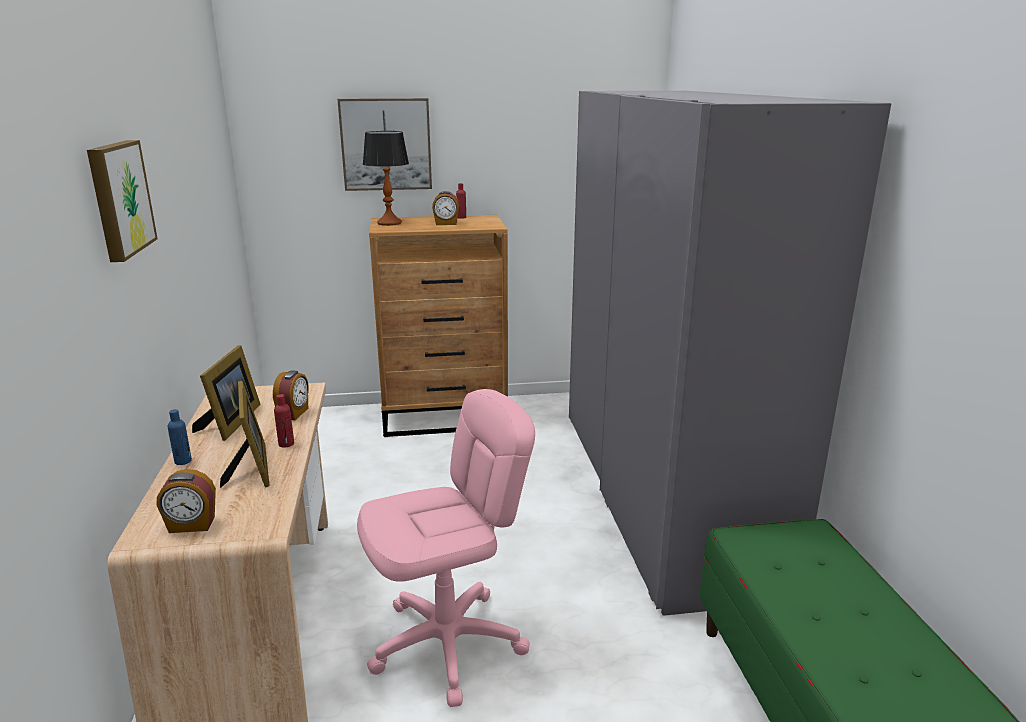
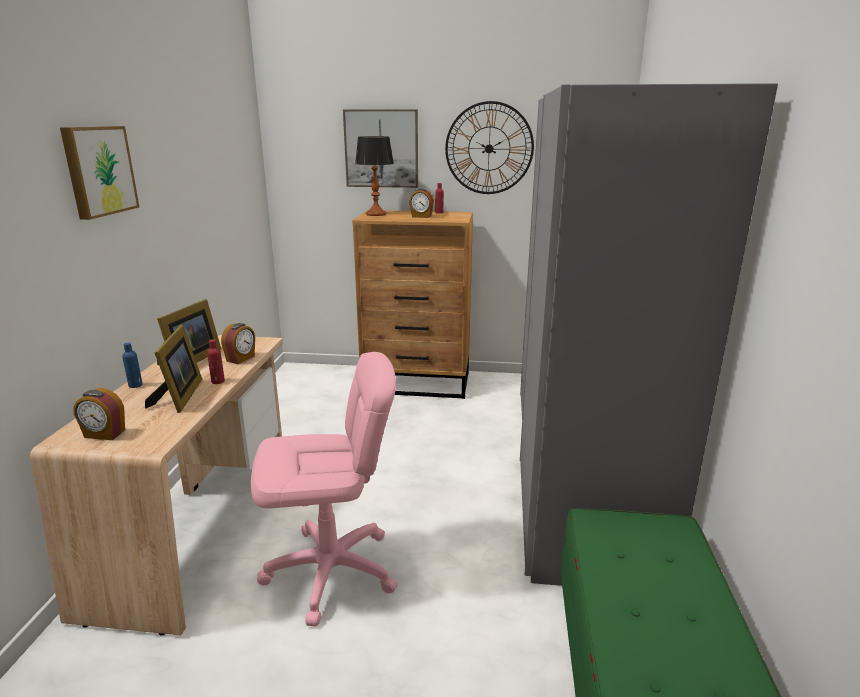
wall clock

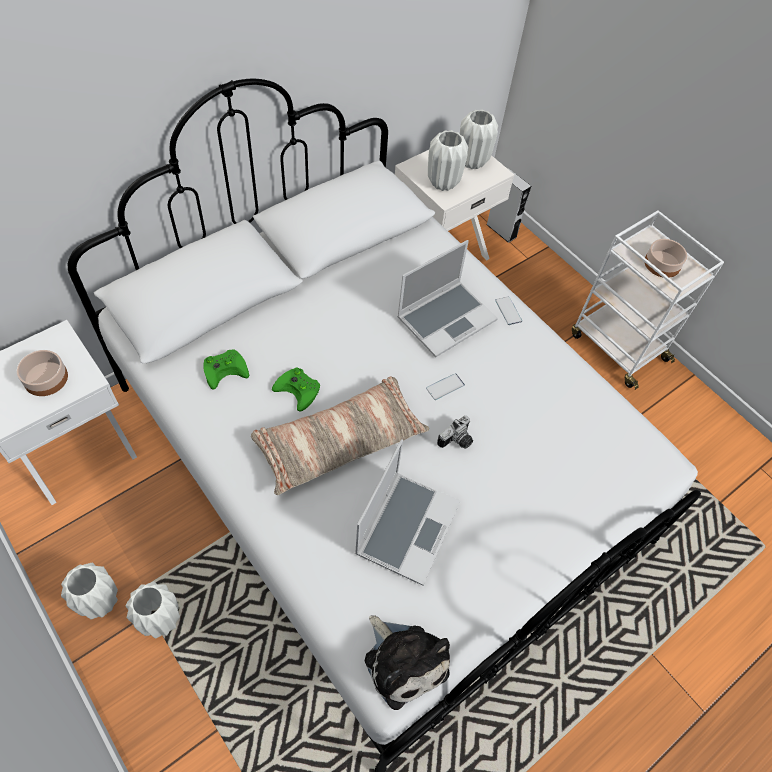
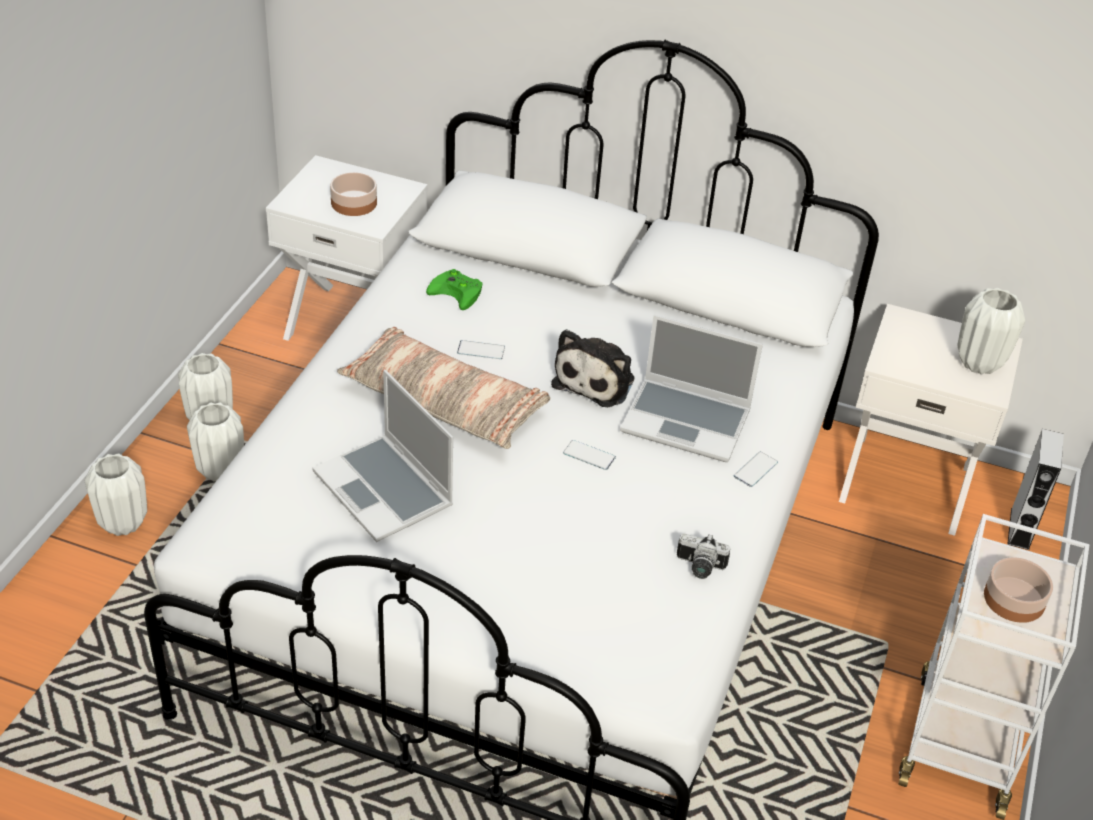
white decorative vase (1st from left)
handset (1st from left)
still camera
laptop (1st from left)
cuddly toy

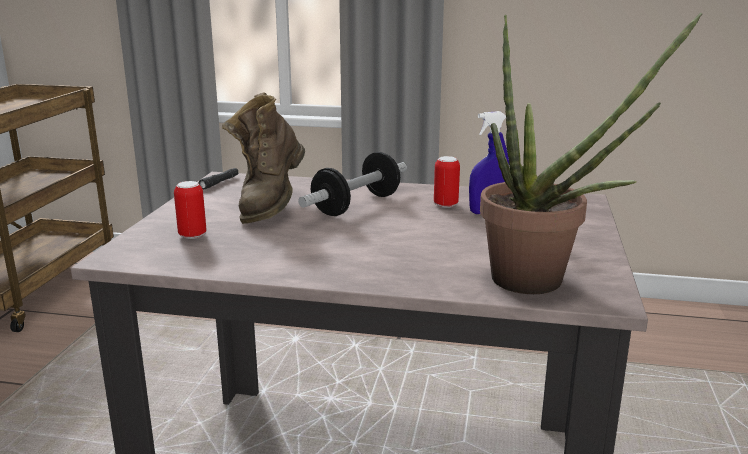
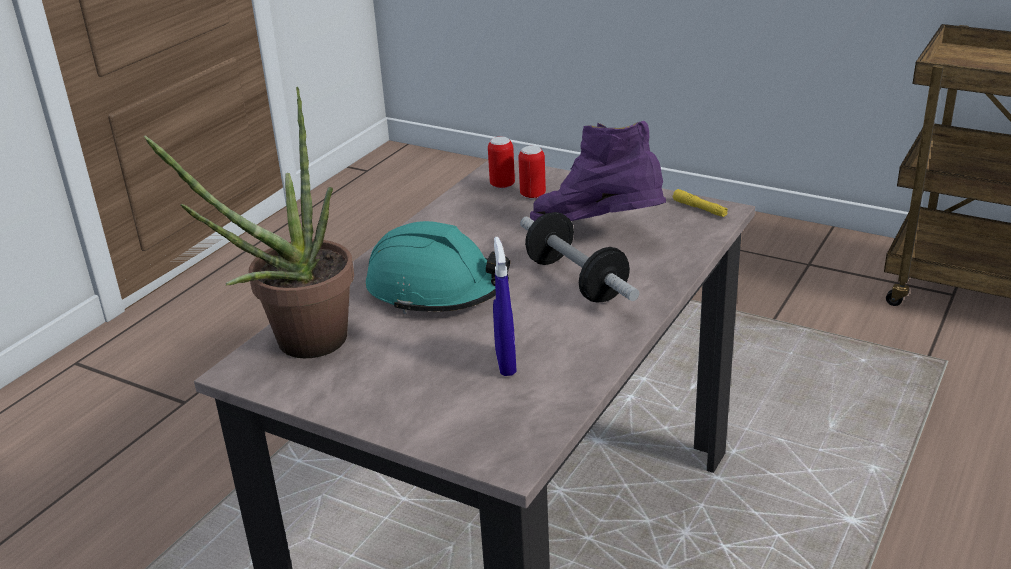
purple-coloured boot
can (1st from left)
yellow torch
turquoise-coloured safety helmet

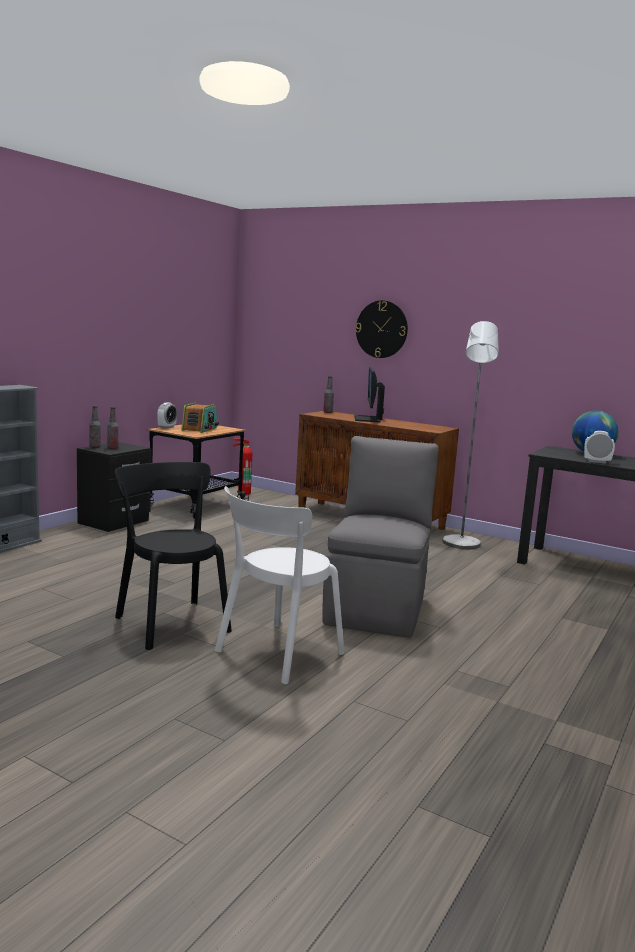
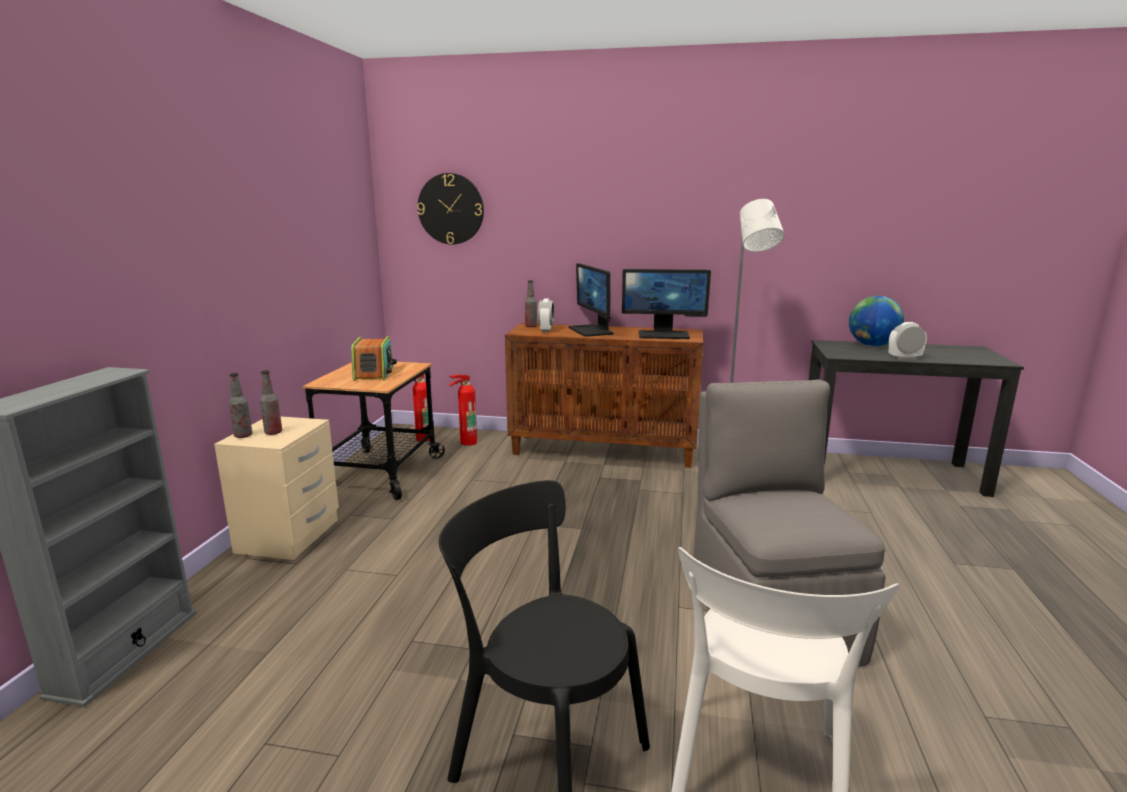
wall clock
bedside clock (1st from left)
sand-coloured nightstand
computer screen (2nd from left)
extinguisher (2nd from left)

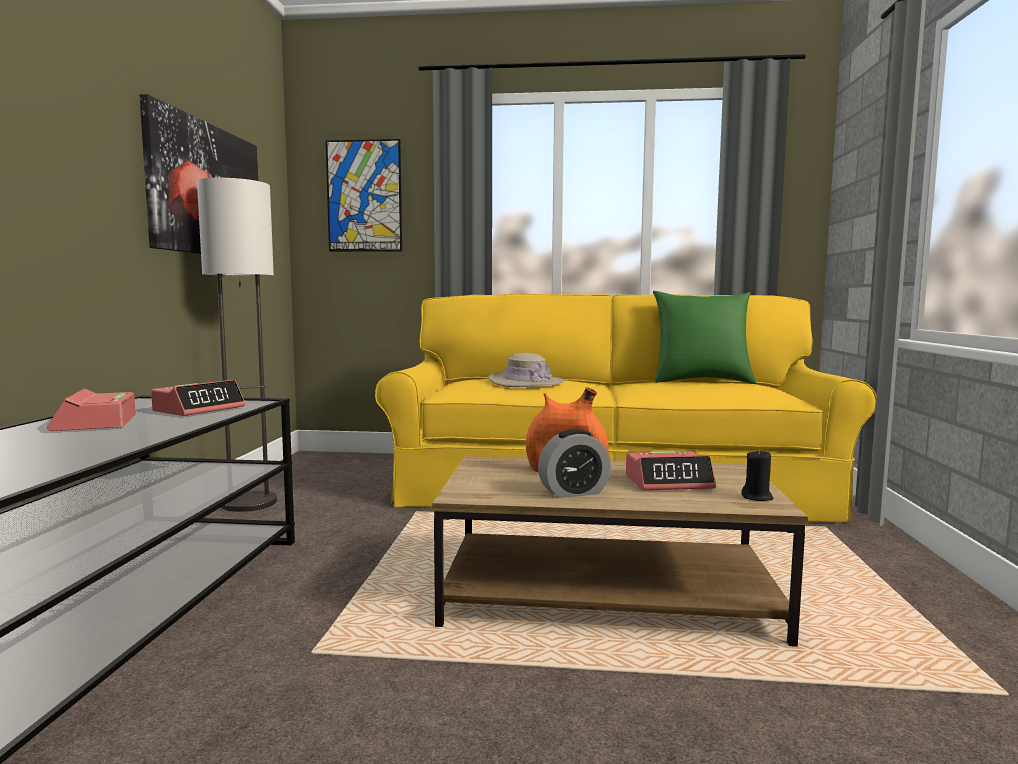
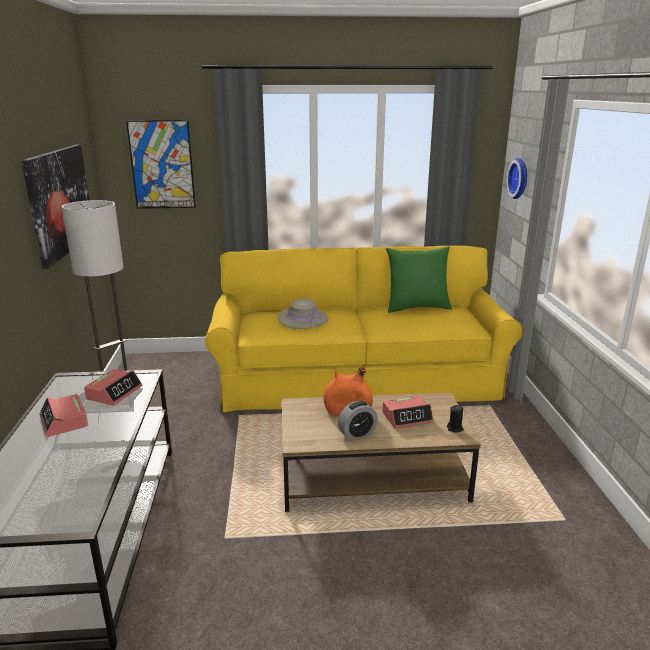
wall clock

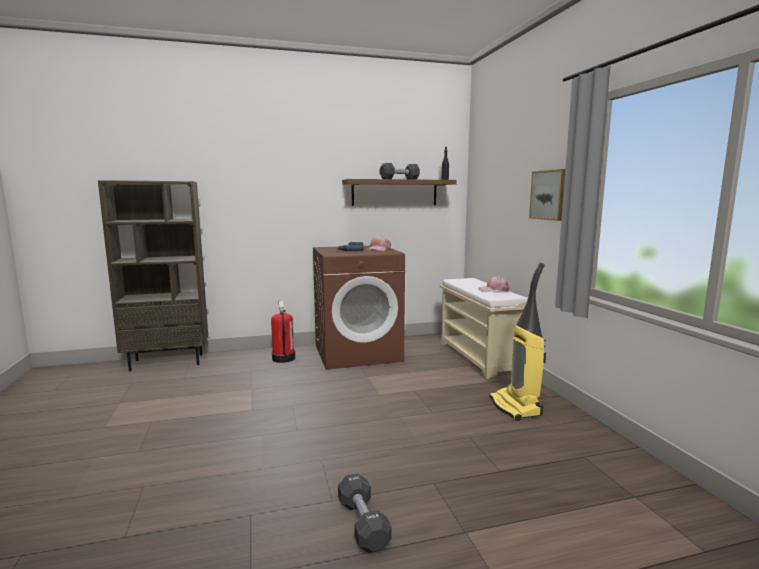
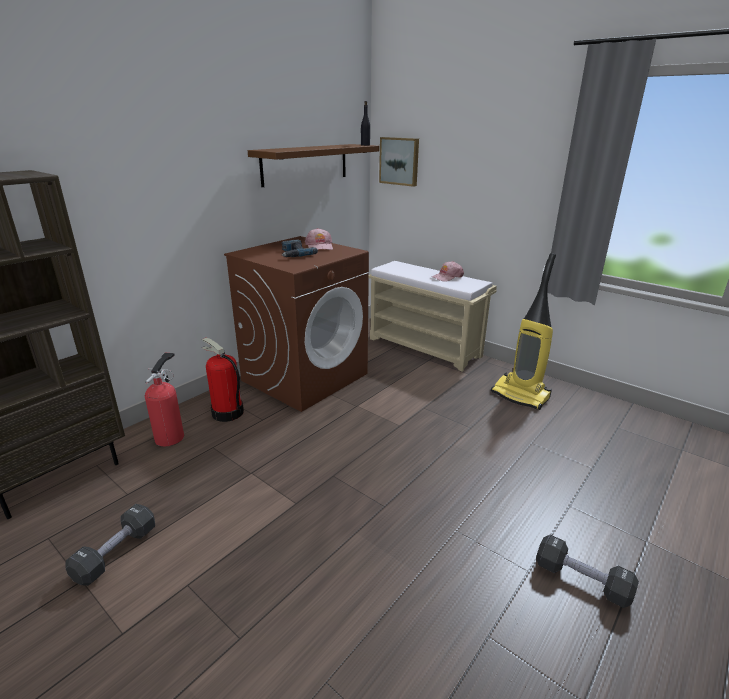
black hand weight (1st from left)
picture
extinguisher (1st from left)

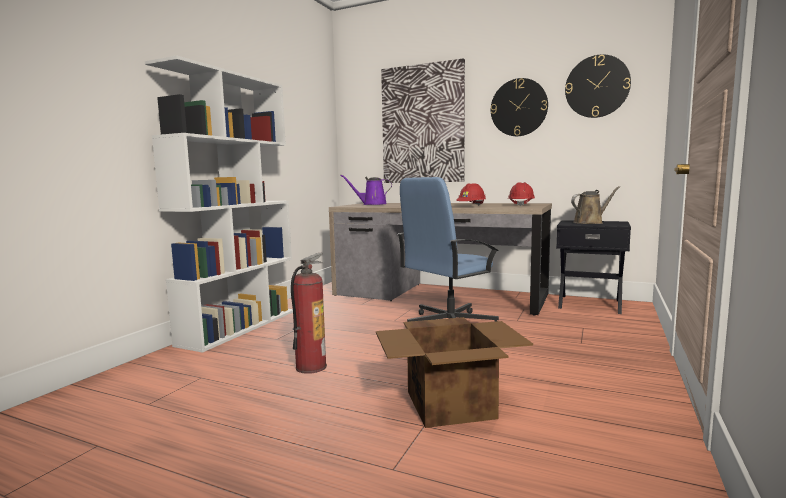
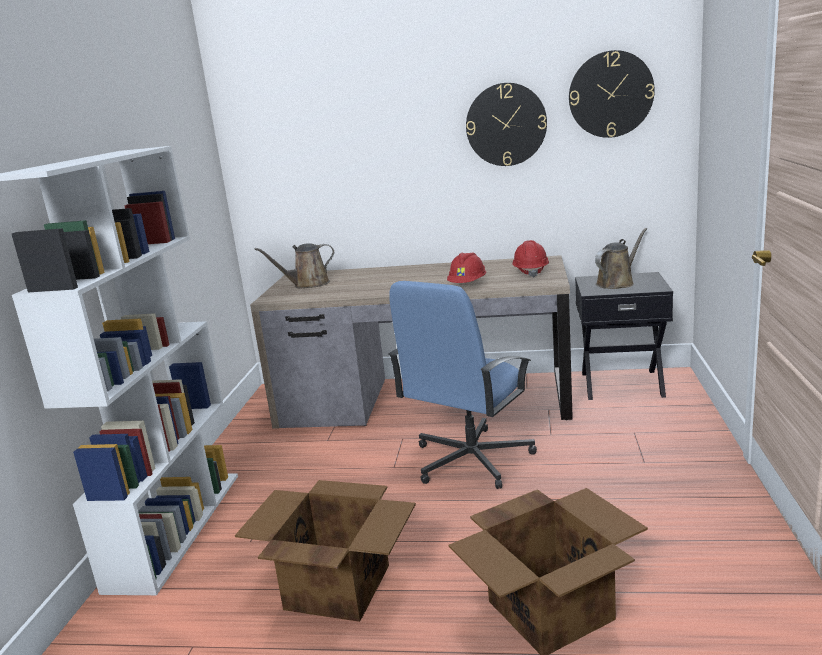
picture
brown-coloured watering can (1st from left)
packing box (1st from left)

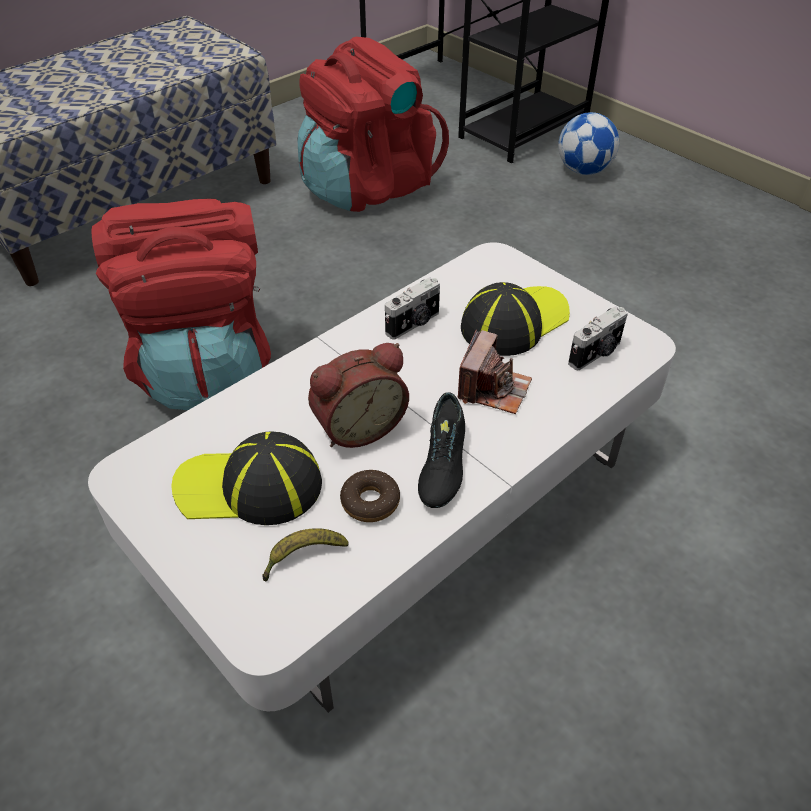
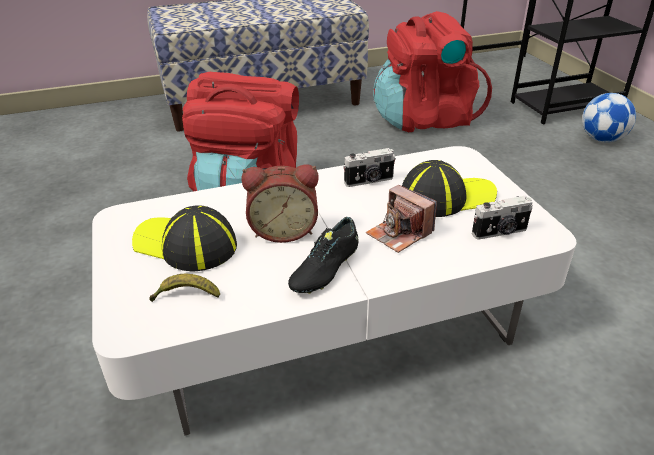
still camera (2nd from left)
ring doughnut

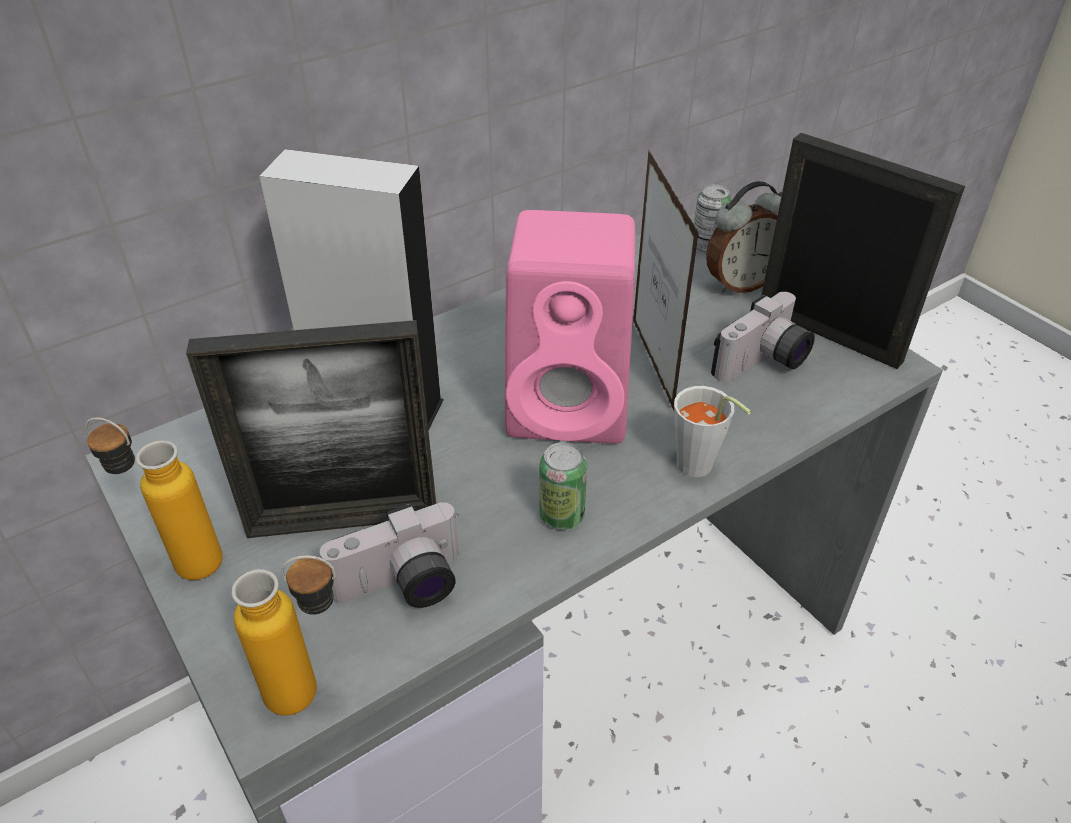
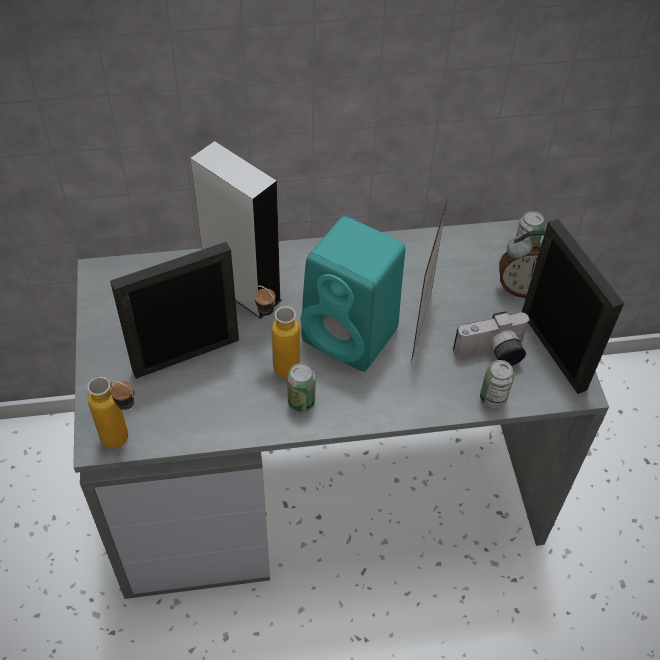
turquoise-coloured loudspeaker
standing frame (1st from left)
grey small cup
bottle (2nd from left)
still camera (1st from left in the first image)
can (2nd from left)

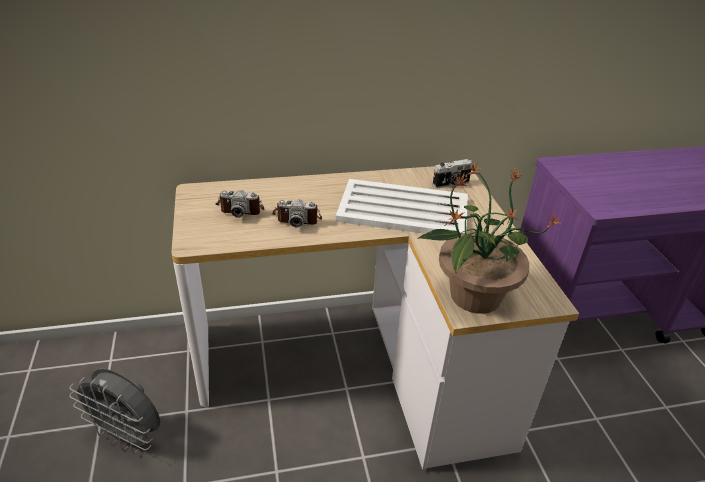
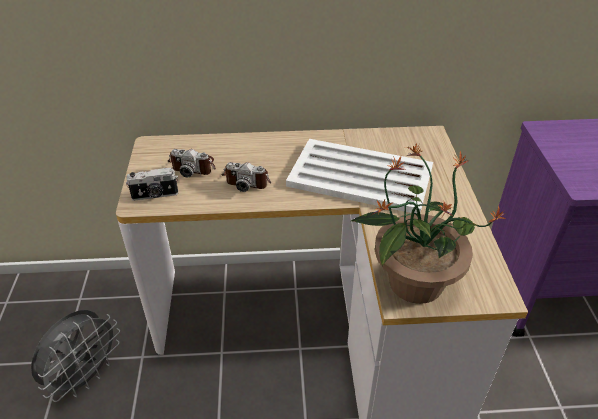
still camera (1st from left)
grey cooling fan

